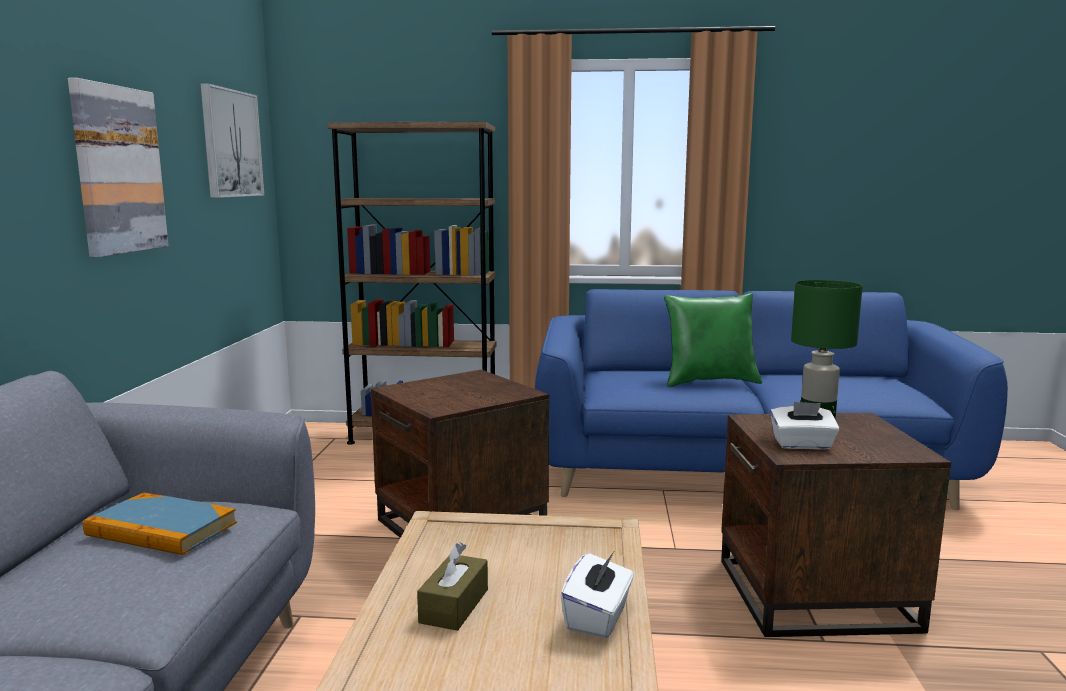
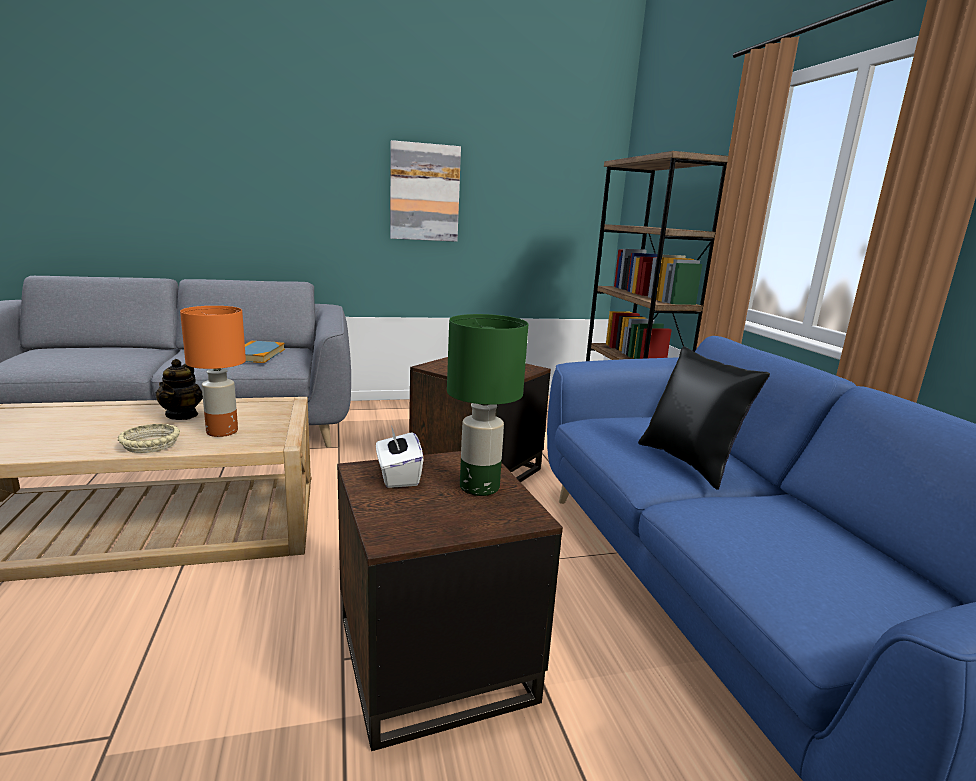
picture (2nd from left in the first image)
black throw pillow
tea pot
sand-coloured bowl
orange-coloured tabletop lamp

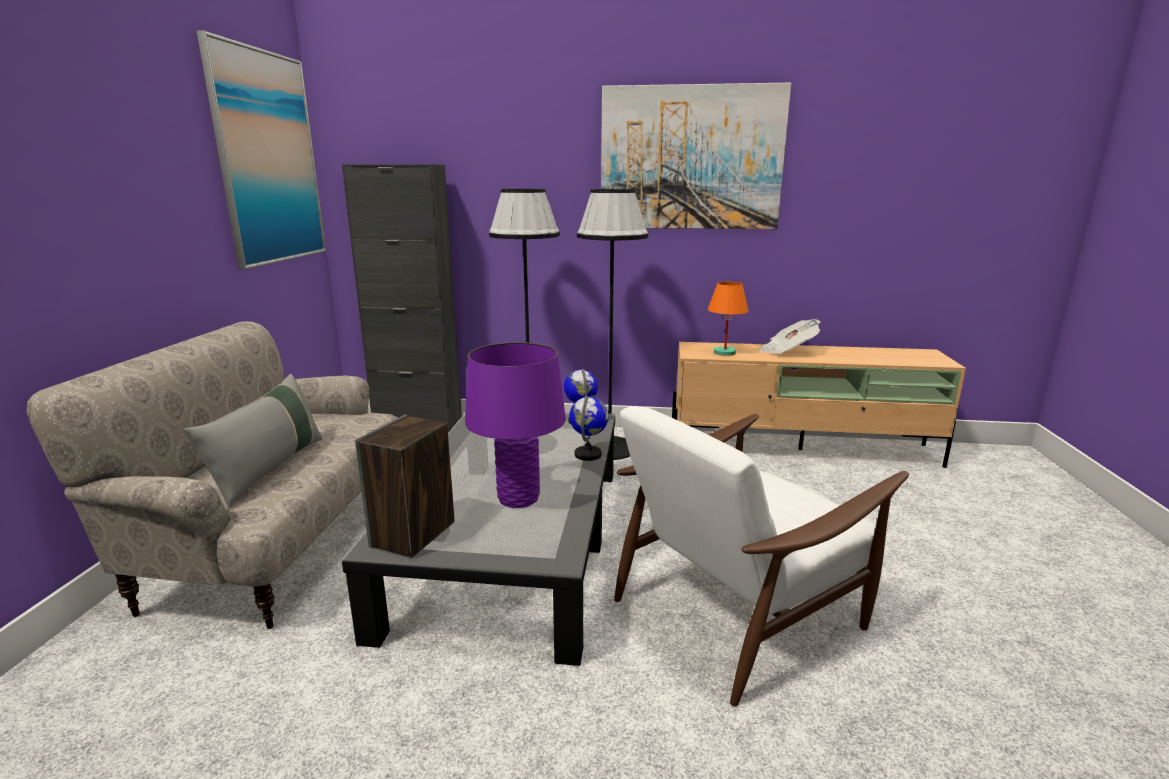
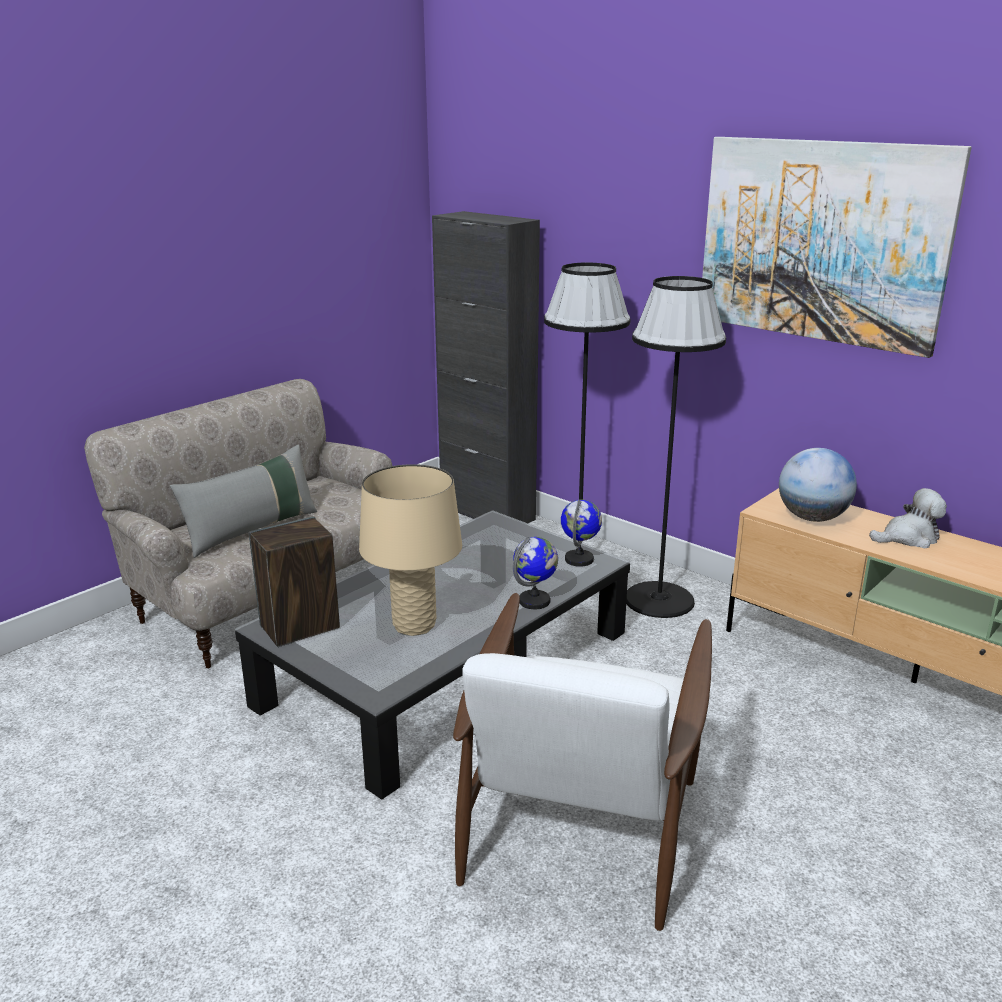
picture (1st from left in the first image)
globe (3rd from left)
cuddly toy
sand-coloured tabletop lamp
white easy chair

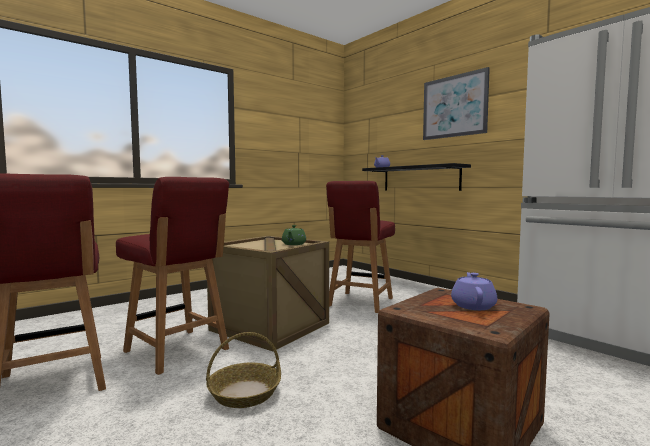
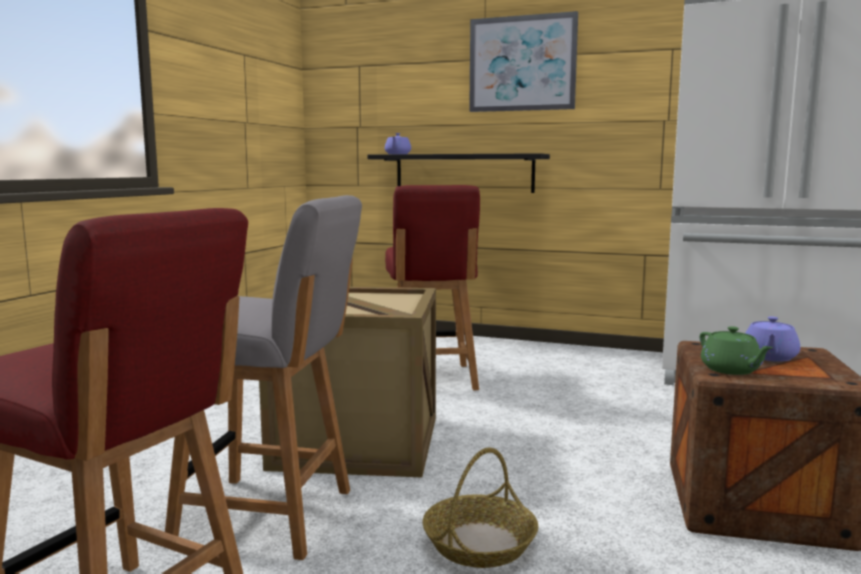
grey plain chair
green-coloured tea pot
purple-coloured tea pot (2nd from left)

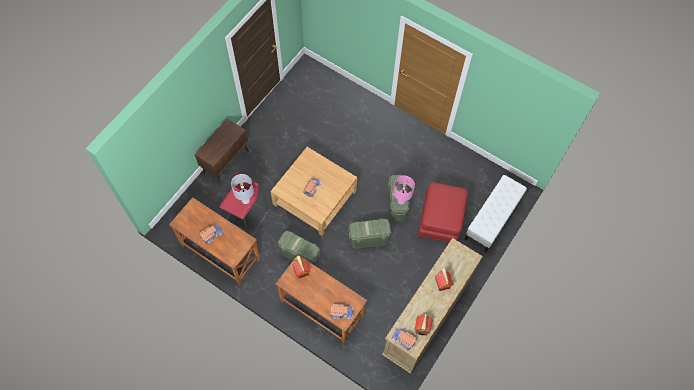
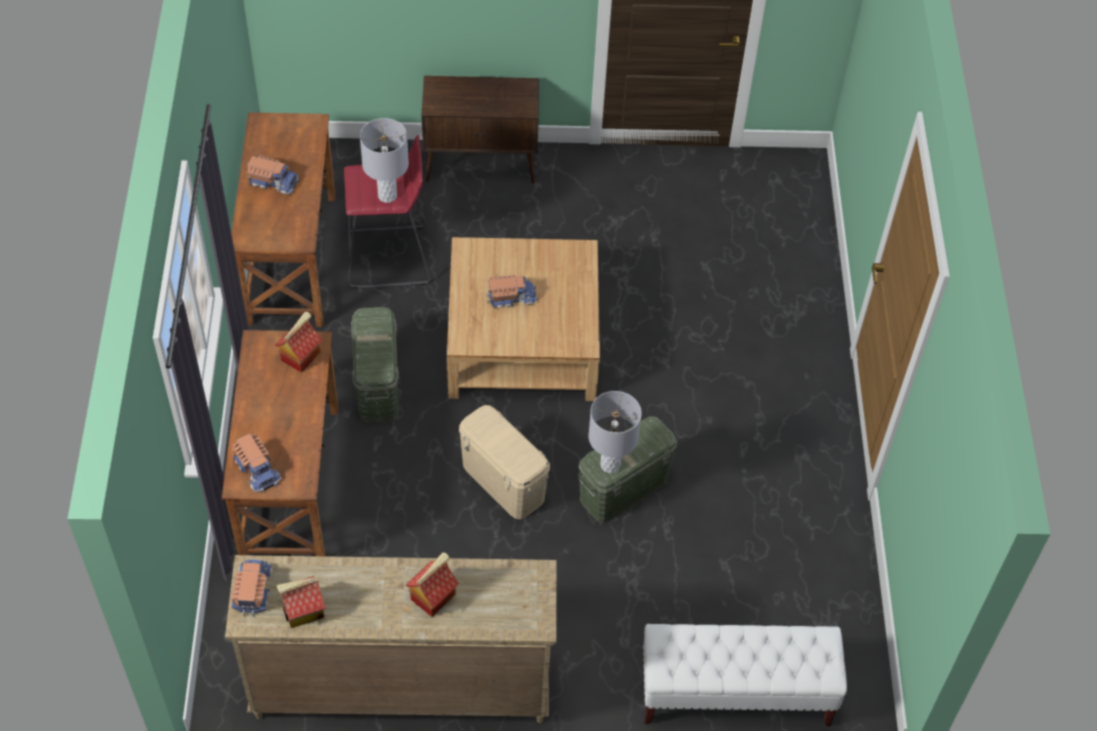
grey tabletop lamp (2nd from left)
red-coloured pouffe
sand-coloured storage container

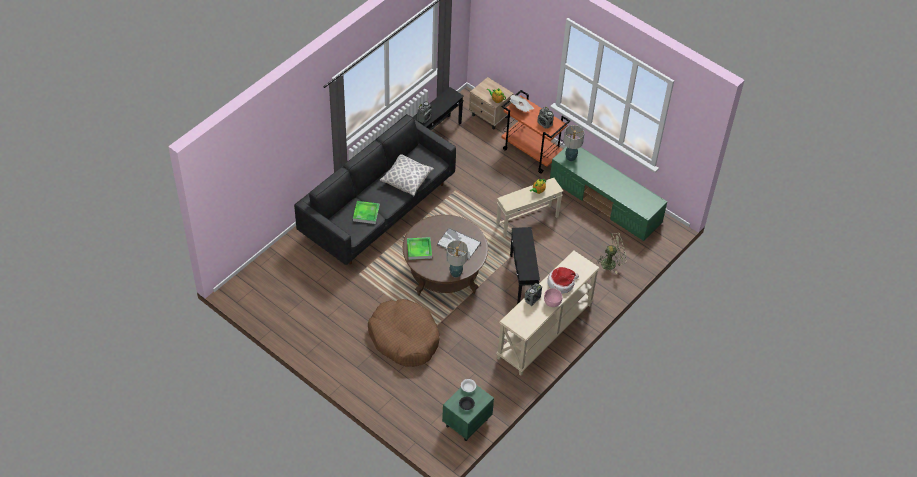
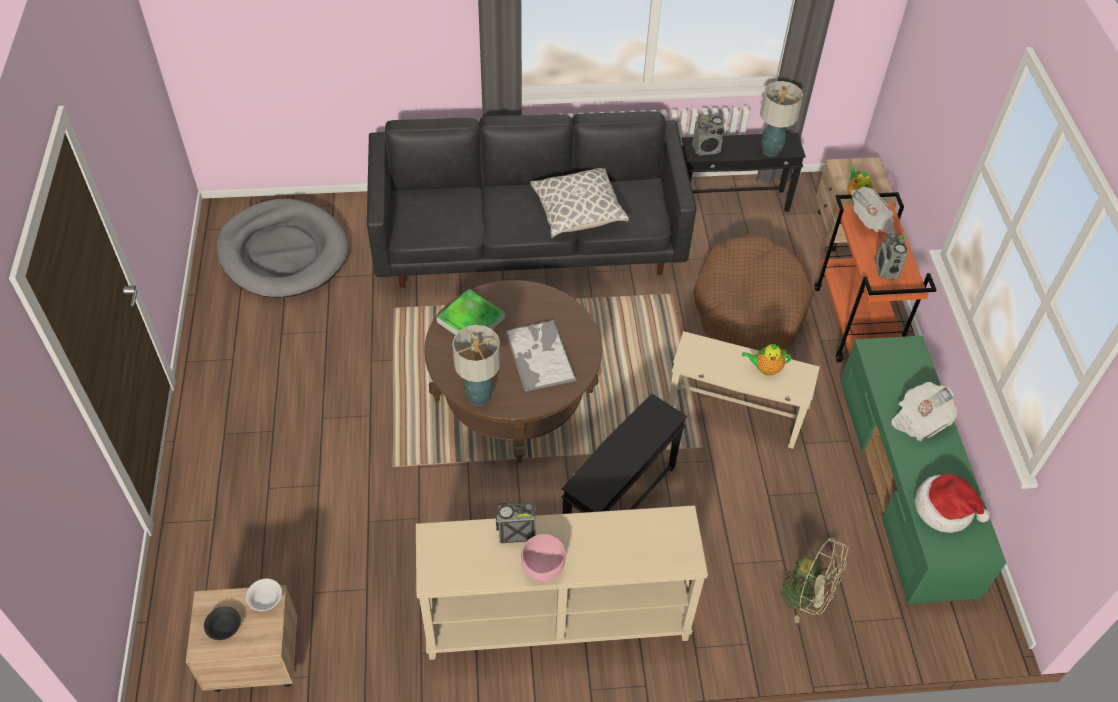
tabletop lamp (2nd from left)
carrying tray (1st from left in the first image)
wearable hat
brown-coloured dog cushion
sand-coloured nightstand (1st from left)
grey dog cushion
daily paper (2nd from left)

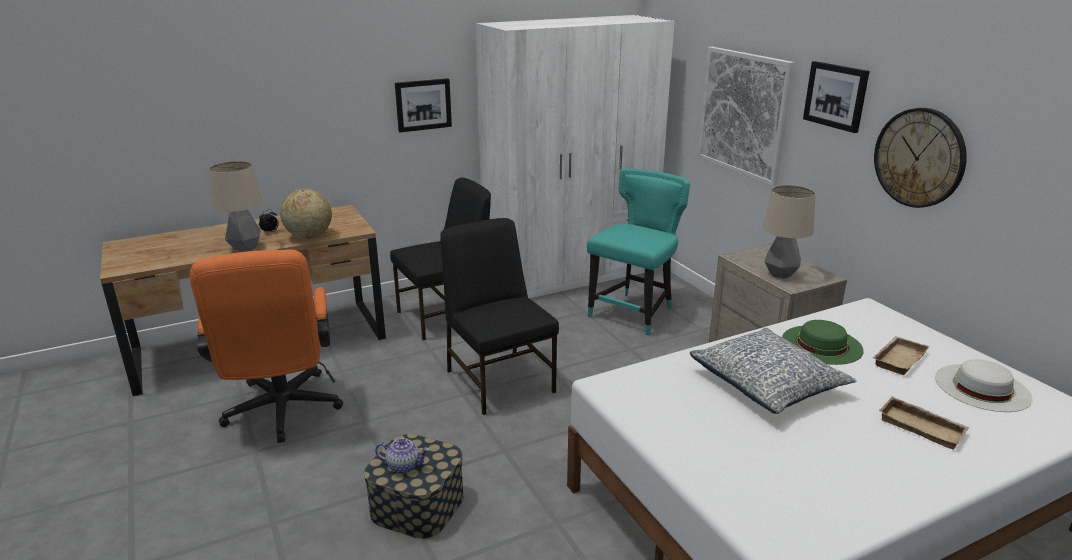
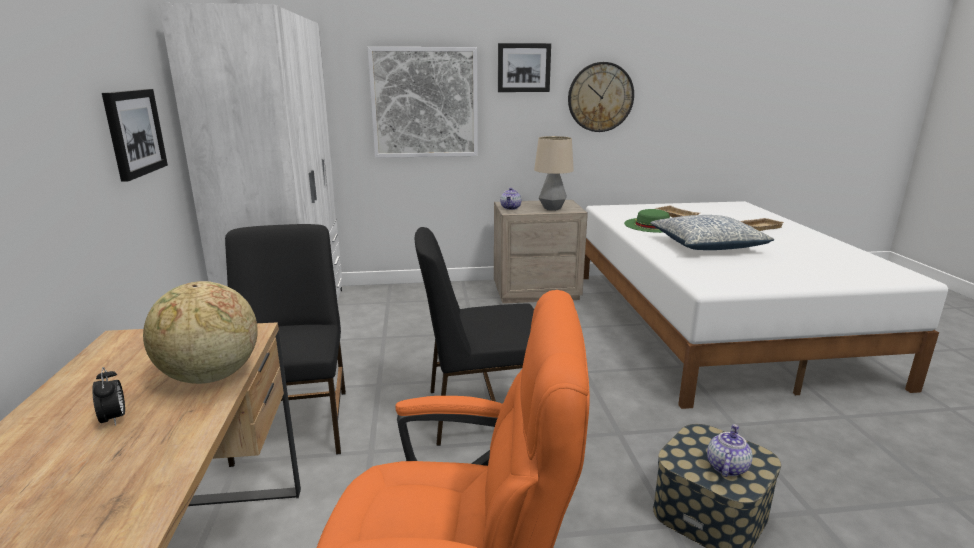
tabletop lamp (1st from left in the first image)
turquoise-coloured plain chair
white wearable hat
tea pot (1st from left)

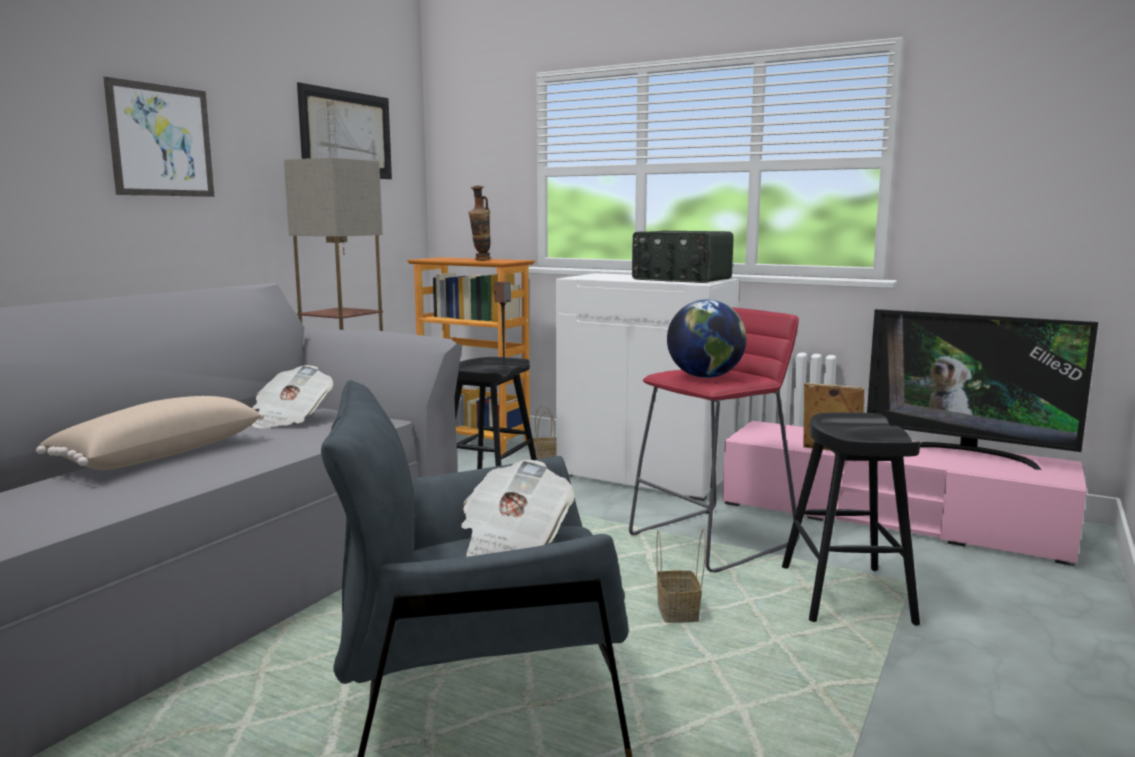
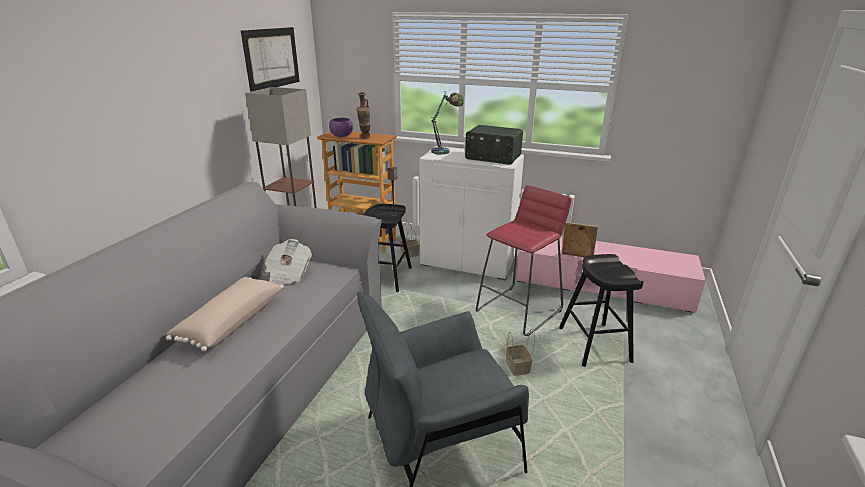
picture (1st from left in the first image)
globe
television
daily paper (2nd from left in the first image)
tabletop lamp
purple-coloured bowl

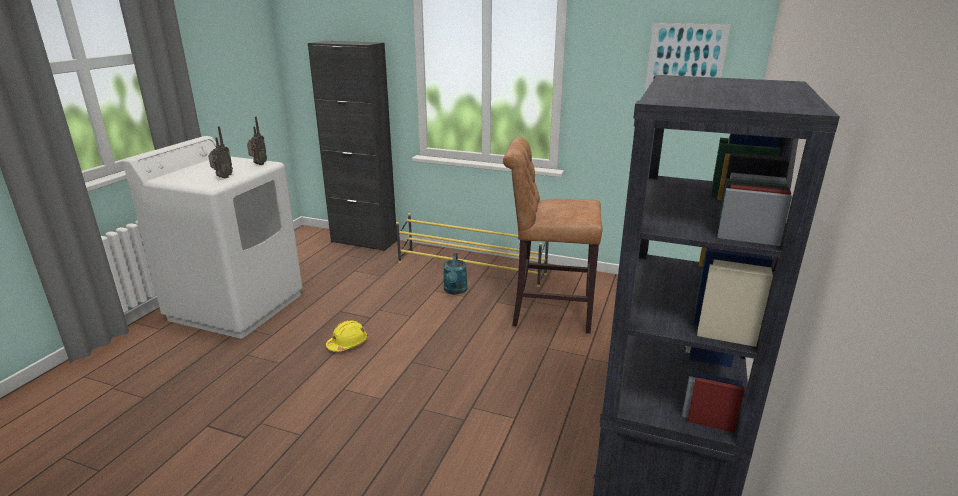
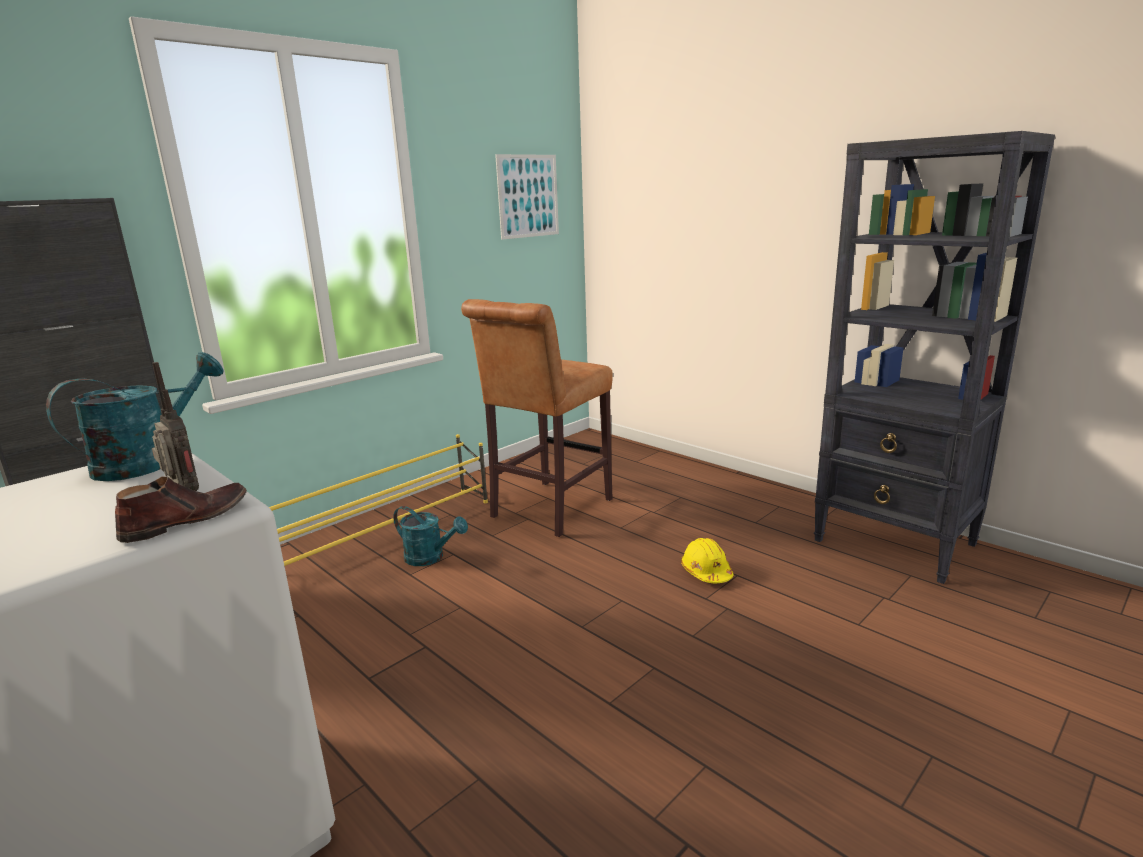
turquoise-coloured watering can (1st from left)
yellow safety helmet
brown-coloured item of footwear

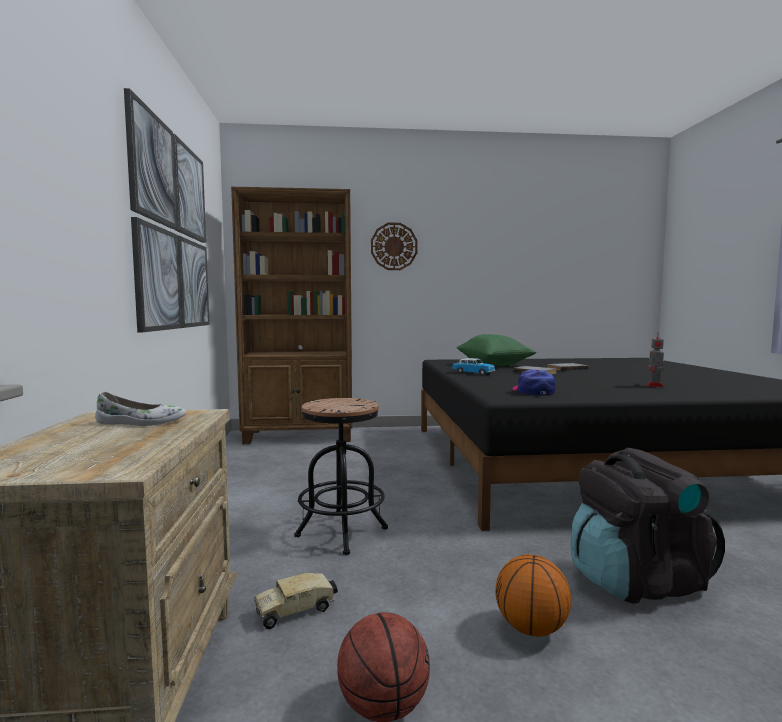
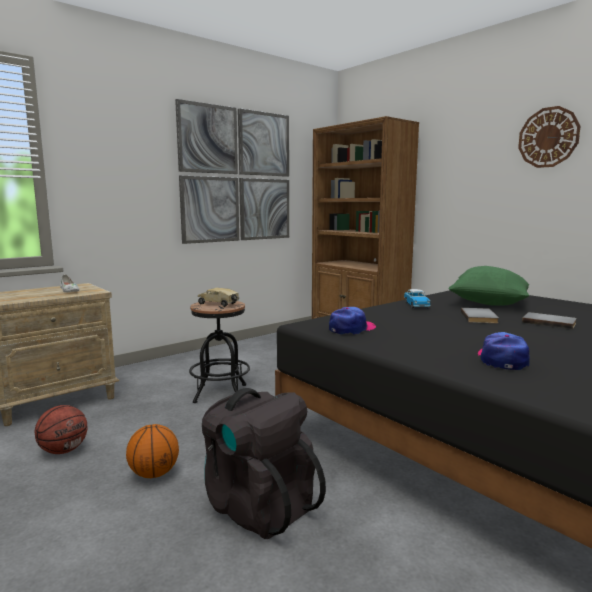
wall clock
cap (2nd from left)
toy lorry

